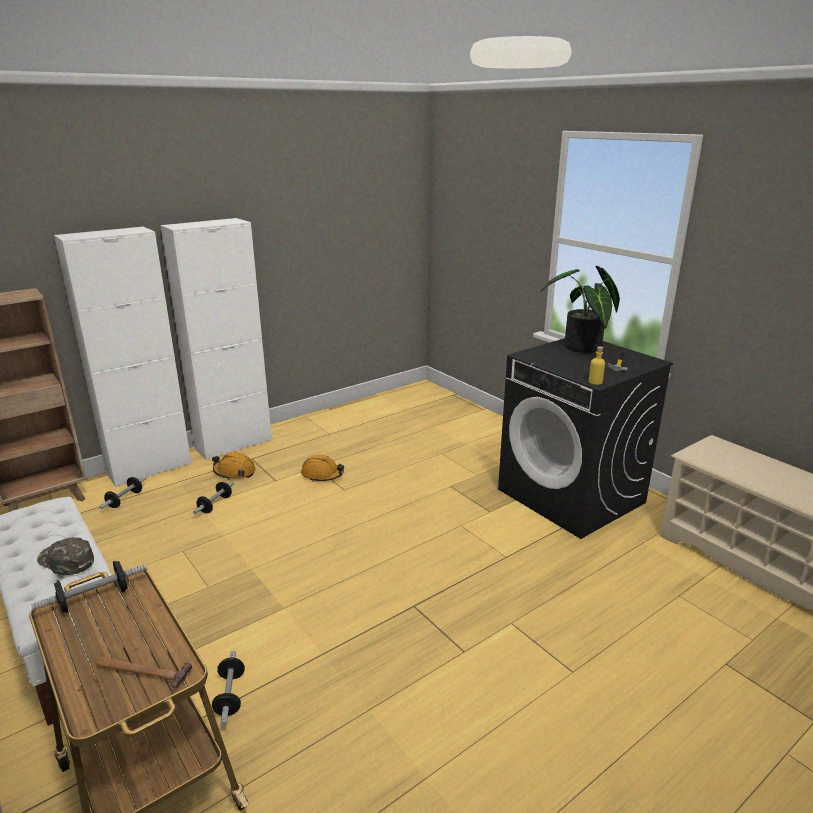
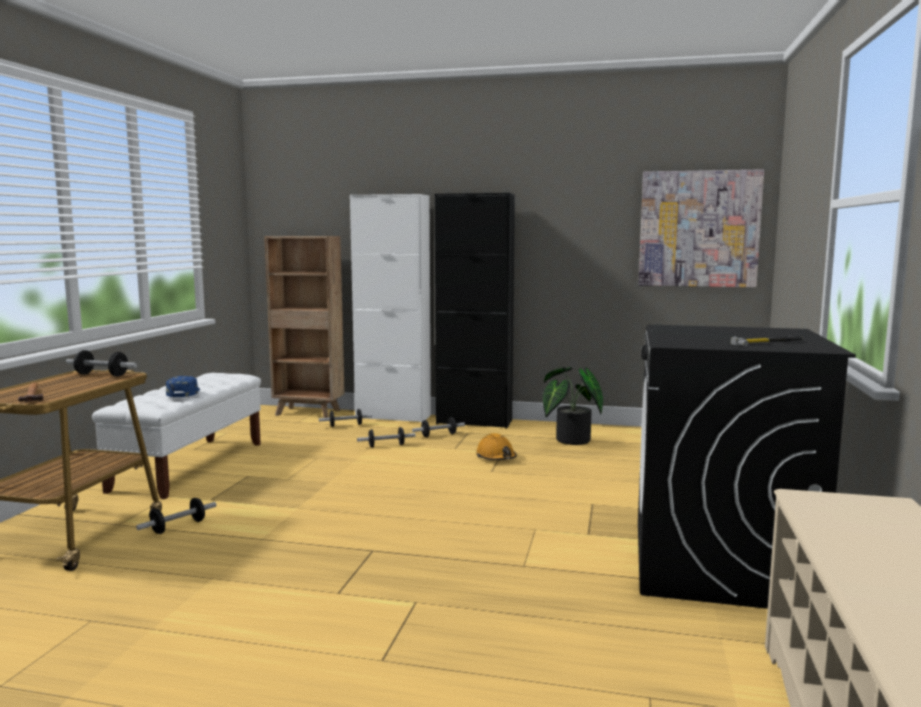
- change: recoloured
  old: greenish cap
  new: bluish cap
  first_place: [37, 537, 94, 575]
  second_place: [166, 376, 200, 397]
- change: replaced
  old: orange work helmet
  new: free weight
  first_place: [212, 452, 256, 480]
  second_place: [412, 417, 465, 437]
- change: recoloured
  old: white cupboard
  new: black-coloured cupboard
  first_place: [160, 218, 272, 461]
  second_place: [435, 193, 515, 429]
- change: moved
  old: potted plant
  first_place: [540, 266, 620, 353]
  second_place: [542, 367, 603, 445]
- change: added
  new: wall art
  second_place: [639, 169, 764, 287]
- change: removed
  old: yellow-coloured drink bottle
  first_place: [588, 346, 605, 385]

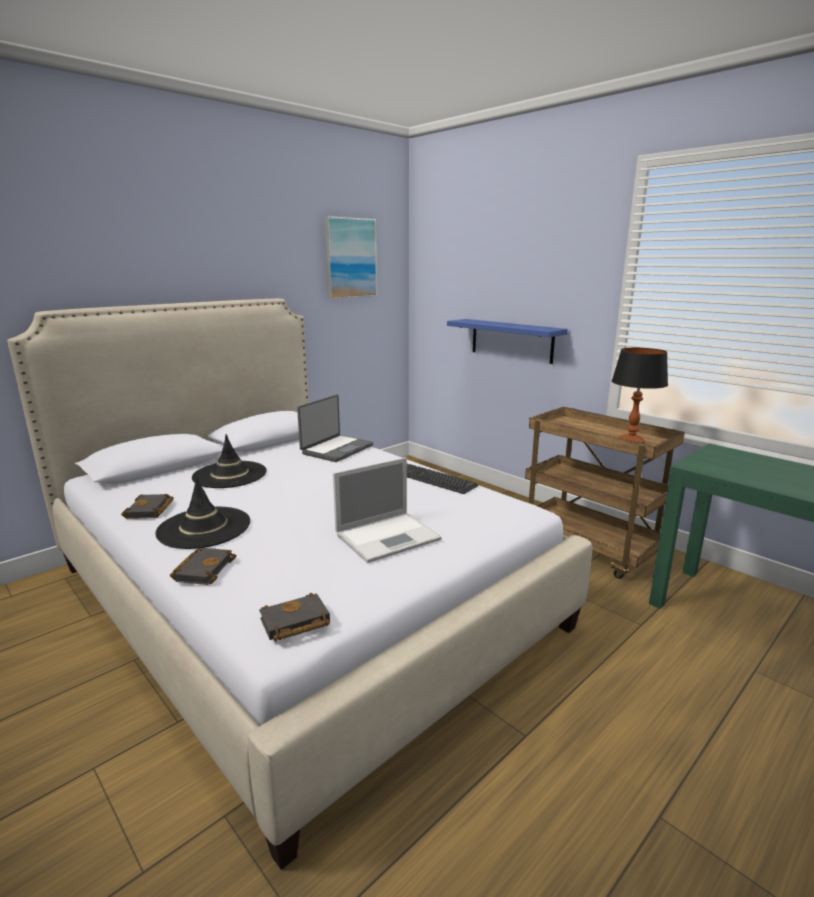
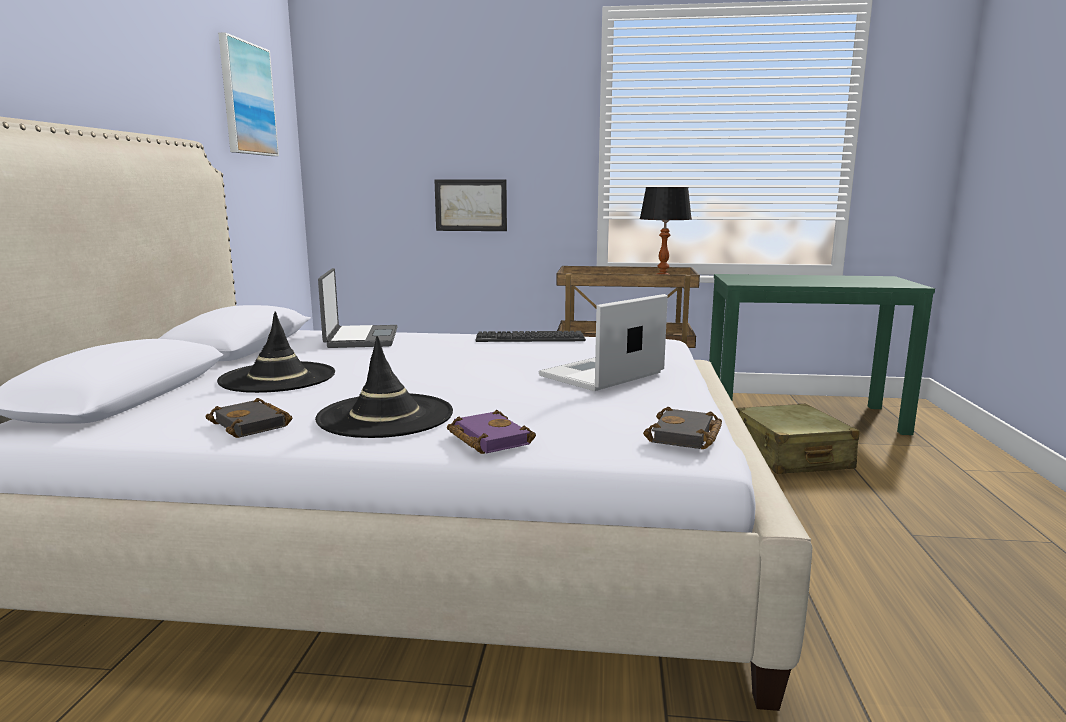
- change: replaced
  old: bluish bracket shelf
  new: wall art
  first_place: [447, 319, 568, 364]
  second_place: [435, 179, 507, 231]
- change: recoloured
  old: black-coloured book
  new: purplish book
  first_place: [170, 548, 237, 585]
  second_place: [447, 410, 536, 454]
- change: turned
  old: notebook computer
  first_place: [333, 457, 441, 563]
  second_place: [539, 294, 668, 391]
  degrees: -150
- change: added
  new: beige travel case
  second_place: [736, 404, 860, 474]

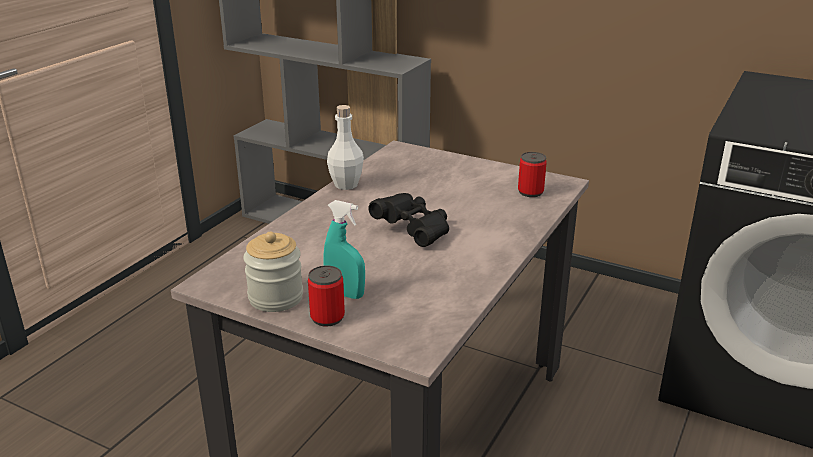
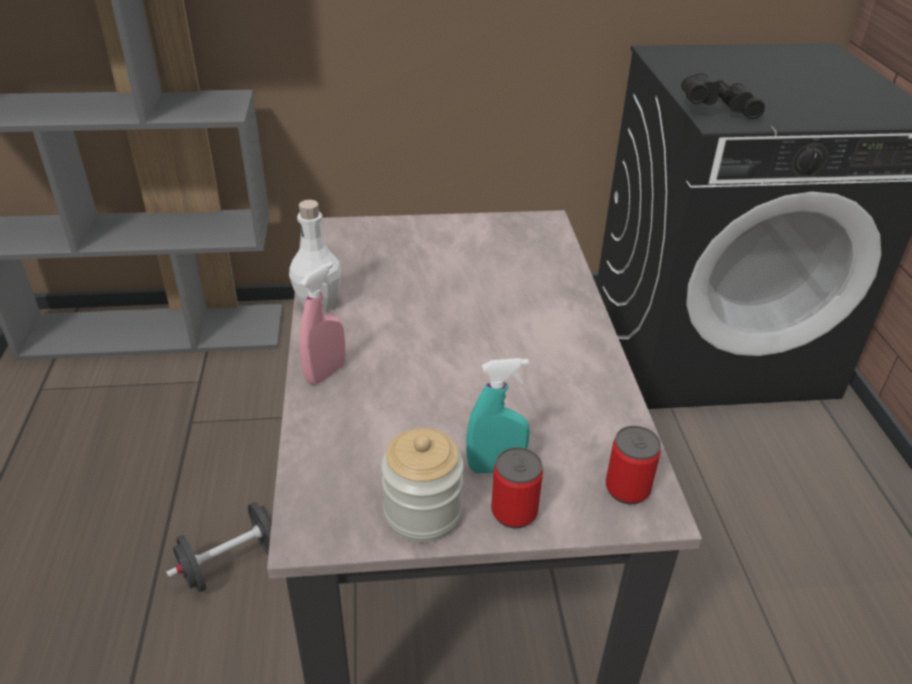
- change: added
  new: black-coloured free weight
  second_place: [166, 502, 272, 592]
- change: added
  new: pinkish spray bottle
  second_place: [299, 262, 345, 385]
- change: moved
  old: sealed can
  first_place: [518, 152, 547, 197]
  second_place: [606, 426, 661, 505]
- change: moved
  old: black-coloured field glasses
  first_place: [368, 193, 449, 247]
  second_place: [681, 73, 765, 119]

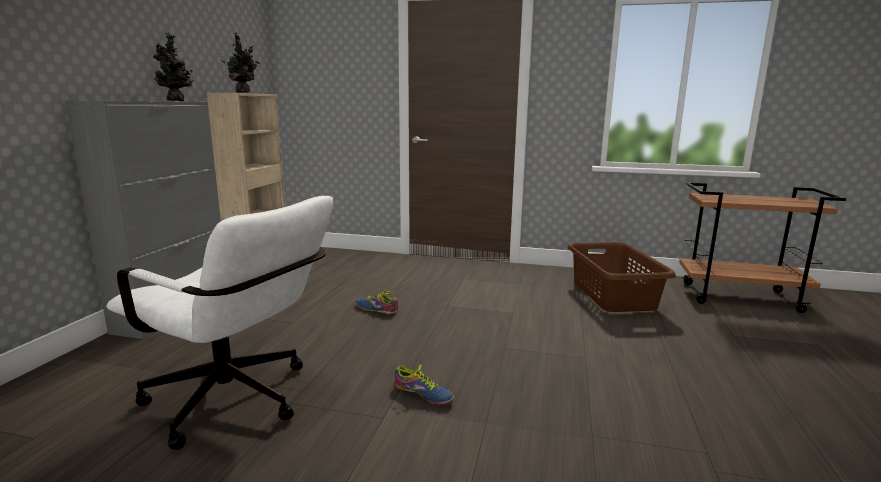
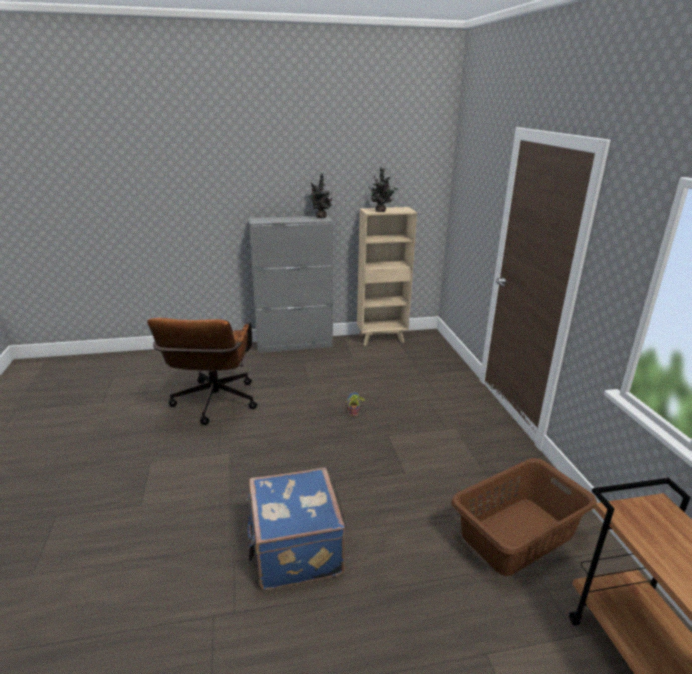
- change: recoloured
  old: white computer chair
  new: brownish computer chair
  first_place: [106, 196, 333, 450]
  second_place: [147, 318, 257, 425]
- change: added
  new: bluish travel case
  second_place: [246, 467, 345, 590]
- change: removed
  old: shoe
  first_place: [395, 364, 454, 405]

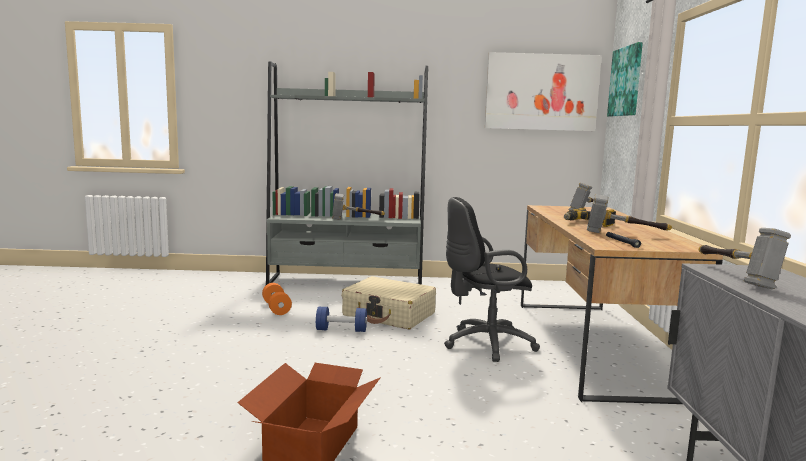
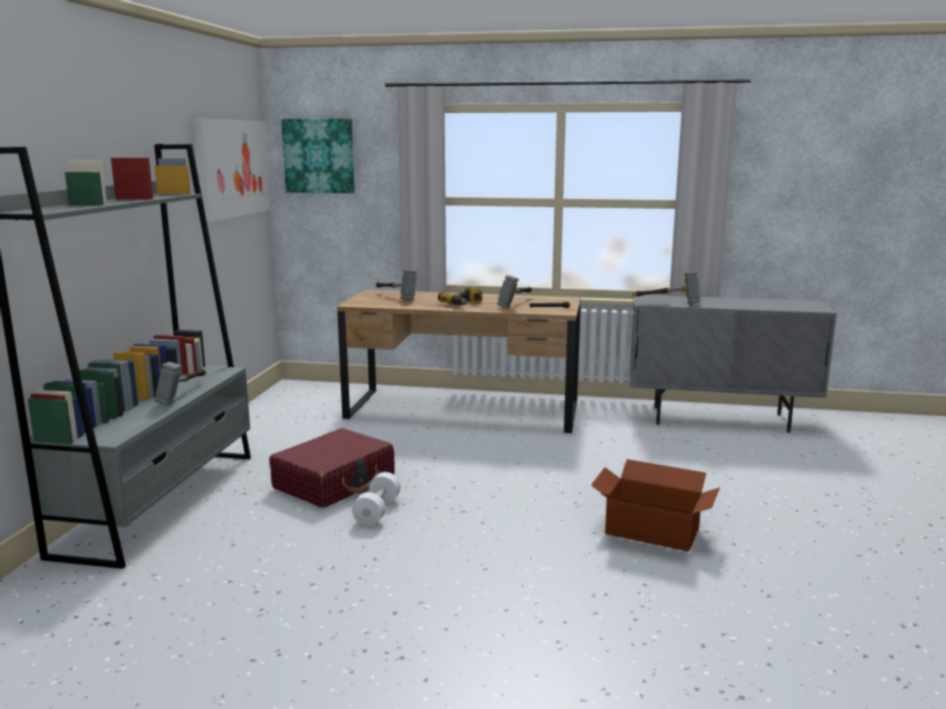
- change: recoloured
  old: beige travel case
  new: reddish travel case
  first_place: [342, 276, 436, 330]
  second_place: [269, 428, 395, 508]
- change: recoloured
  old: bluish free weight
  new: white free weight
  first_place: [316, 307, 367, 332]
  second_place: [352, 472, 401, 526]
- change: removed
  old: orange free weight
  first_place: [262, 283, 292, 315]
- change: removed
  old: black-coloured computer chair
  first_place: [444, 197, 540, 362]

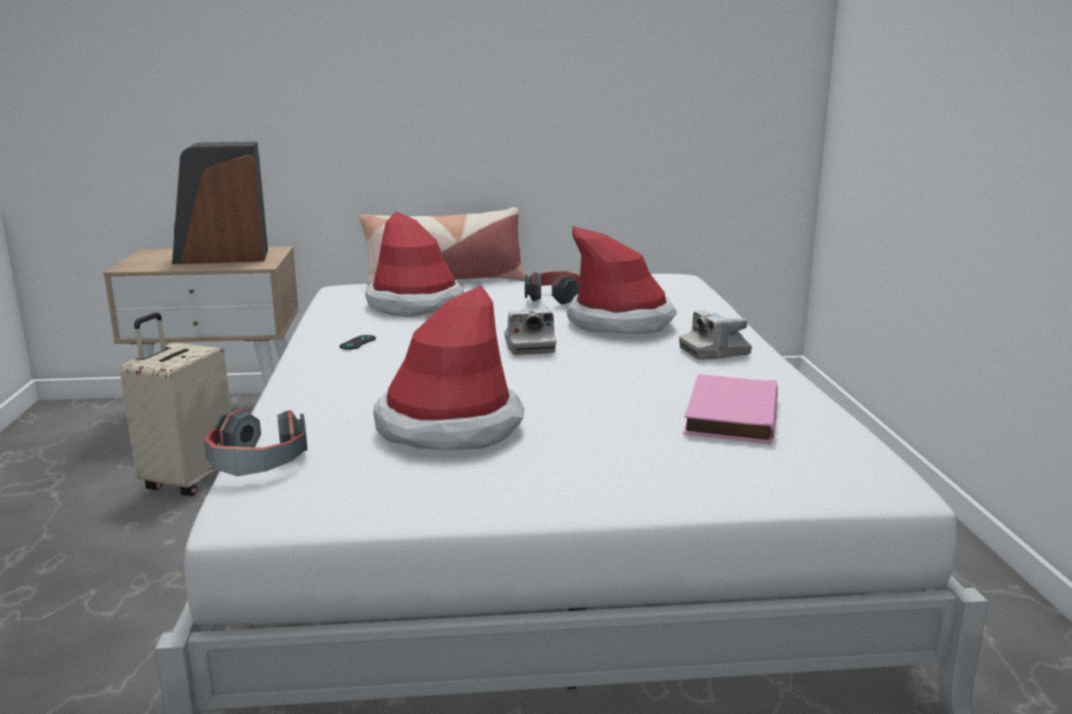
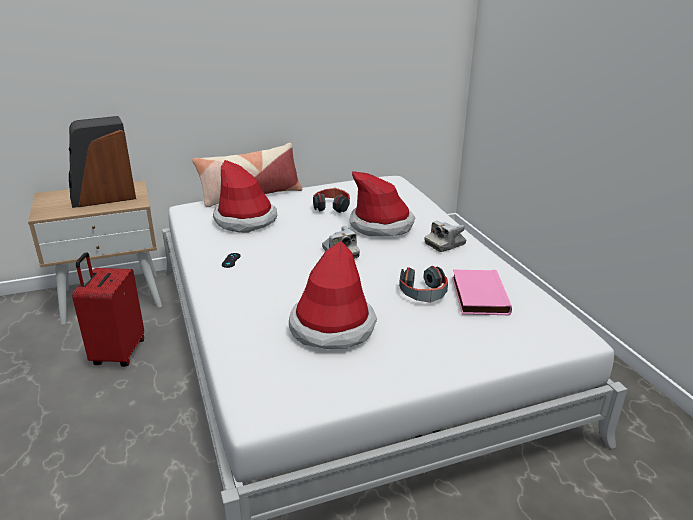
- change: recoloured
  old: beige travel case
  new: reddish travel case
  first_place: [120, 312, 231, 496]
  second_place: [72, 252, 144, 367]
- change: moved
  old: headset
  first_place: [204, 408, 307, 476]
  second_place: [399, 266, 448, 303]

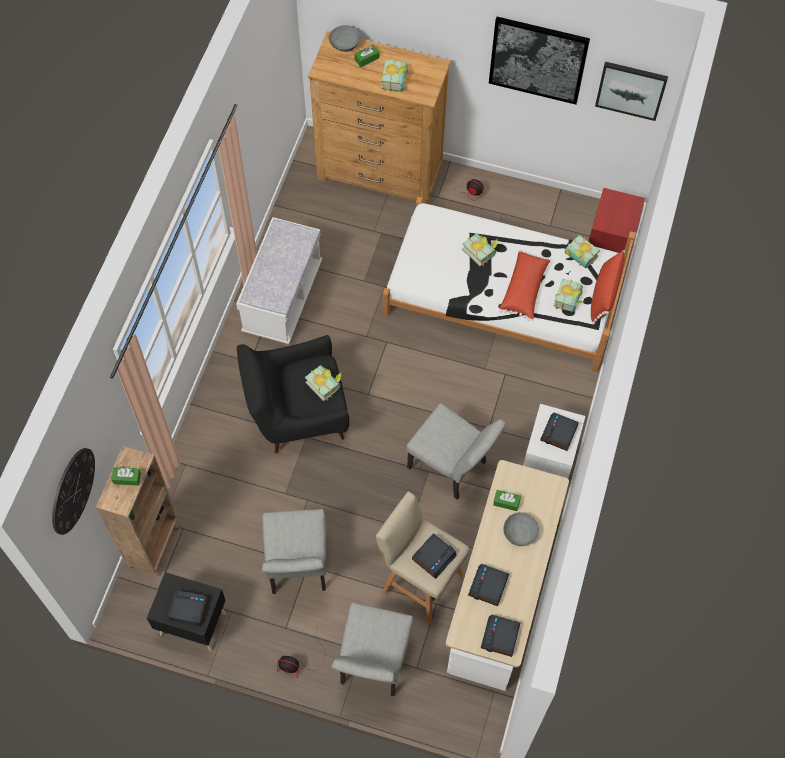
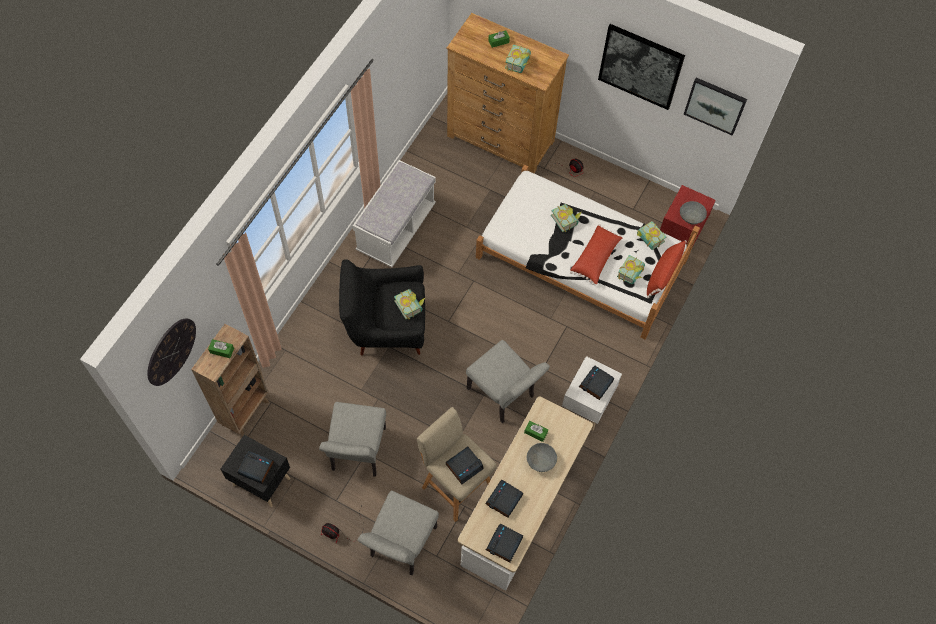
- change: moved
  old: gray deep dish
  first_place: [329, 25, 361, 52]
  second_place: [680, 201, 707, 225]

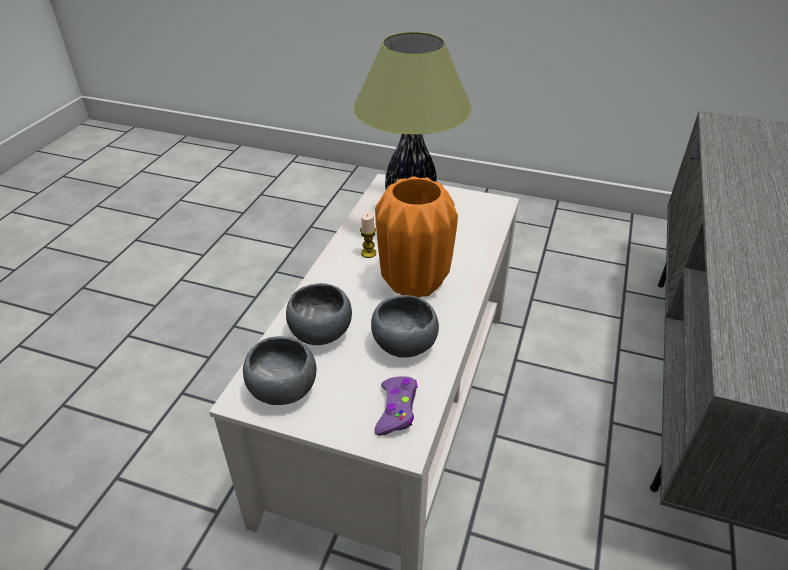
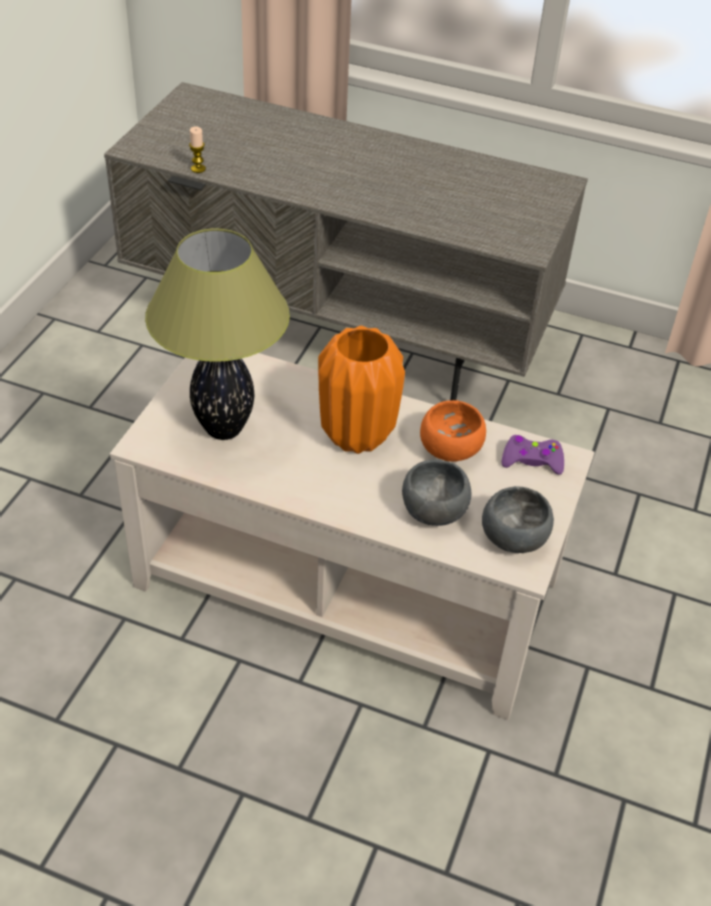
- change: moved
  old: wax candle
  first_place: [360, 212, 376, 258]
  second_place: [189, 126, 206, 173]
- change: recoloured
  old: gray deep dish
  new: orange deep dish
  first_place: [371, 295, 439, 358]
  second_place: [420, 400, 486, 462]

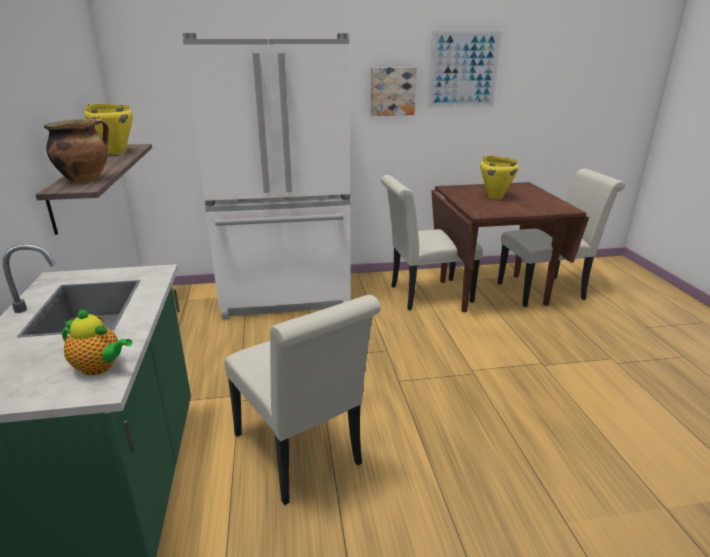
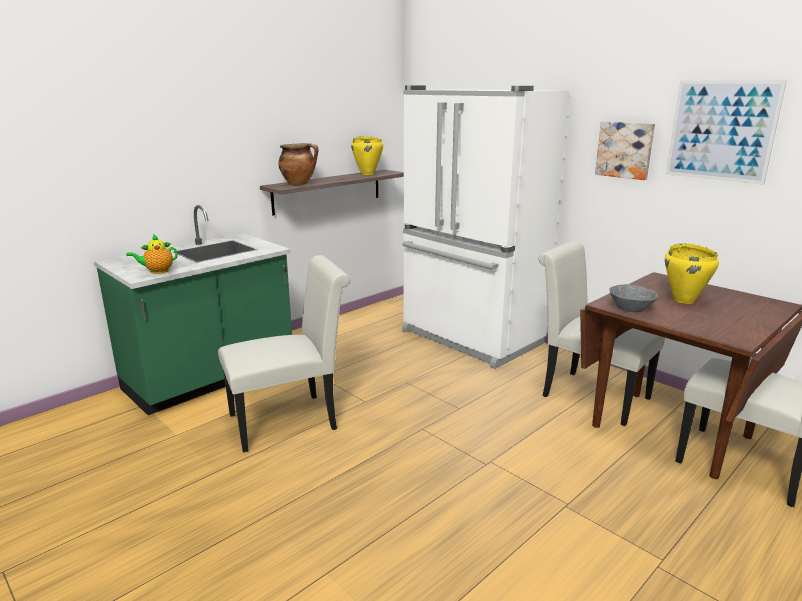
- change: turned
  old: tea pot
  first_place: [62, 308, 133, 375]
  second_place: [126, 234, 178, 274]
  degrees: 75
- change: turned
  old: white upright chair
  first_place: [225, 295, 381, 505]
  second_place: [218, 255, 350, 452]
  degrees: -135
- change: added
  new: gray deep dish
  second_place: [609, 284, 658, 312]

